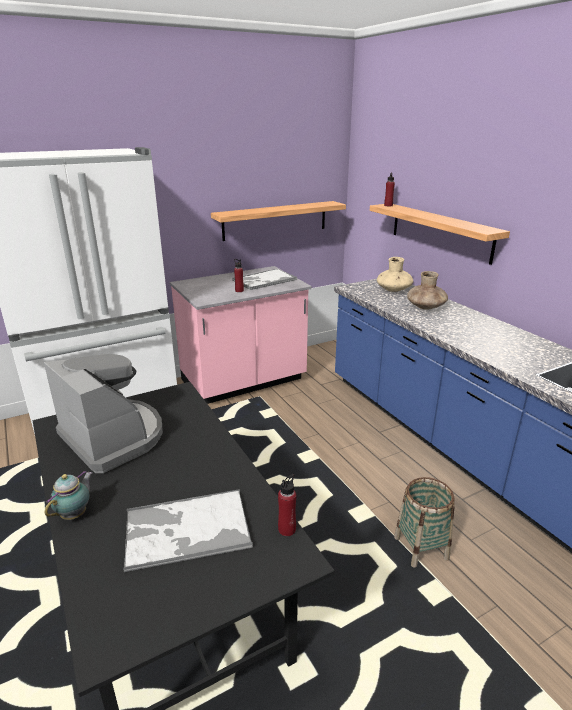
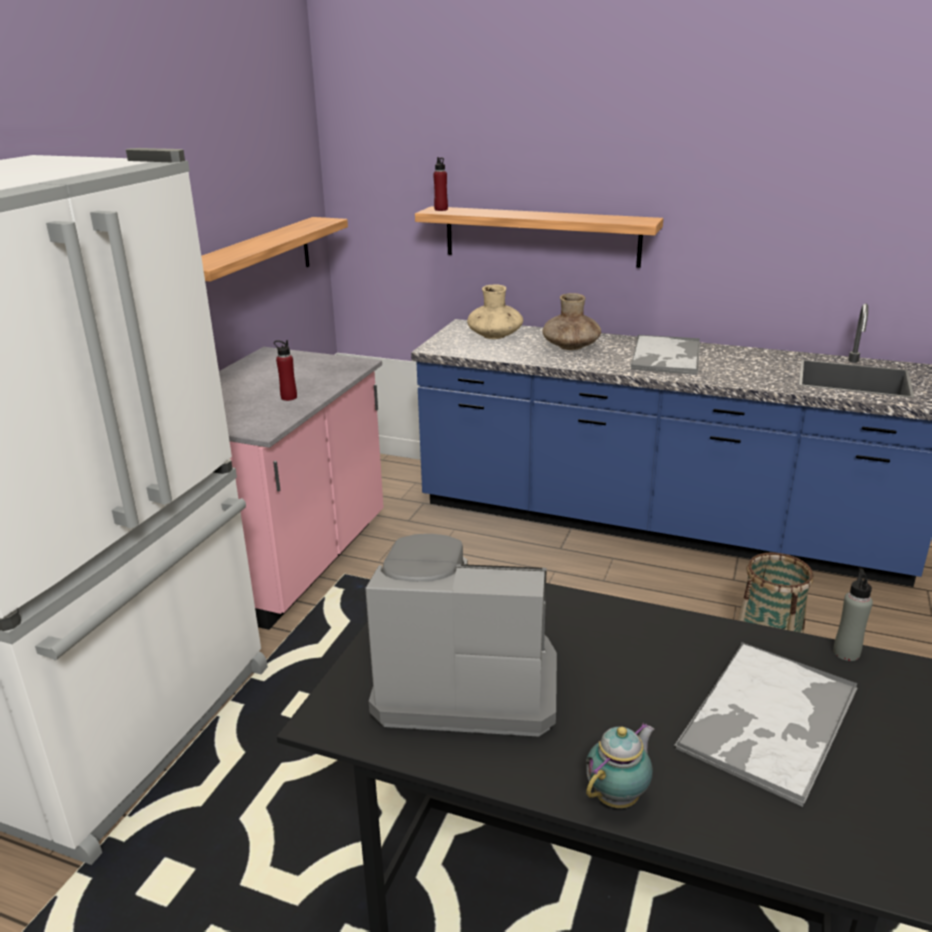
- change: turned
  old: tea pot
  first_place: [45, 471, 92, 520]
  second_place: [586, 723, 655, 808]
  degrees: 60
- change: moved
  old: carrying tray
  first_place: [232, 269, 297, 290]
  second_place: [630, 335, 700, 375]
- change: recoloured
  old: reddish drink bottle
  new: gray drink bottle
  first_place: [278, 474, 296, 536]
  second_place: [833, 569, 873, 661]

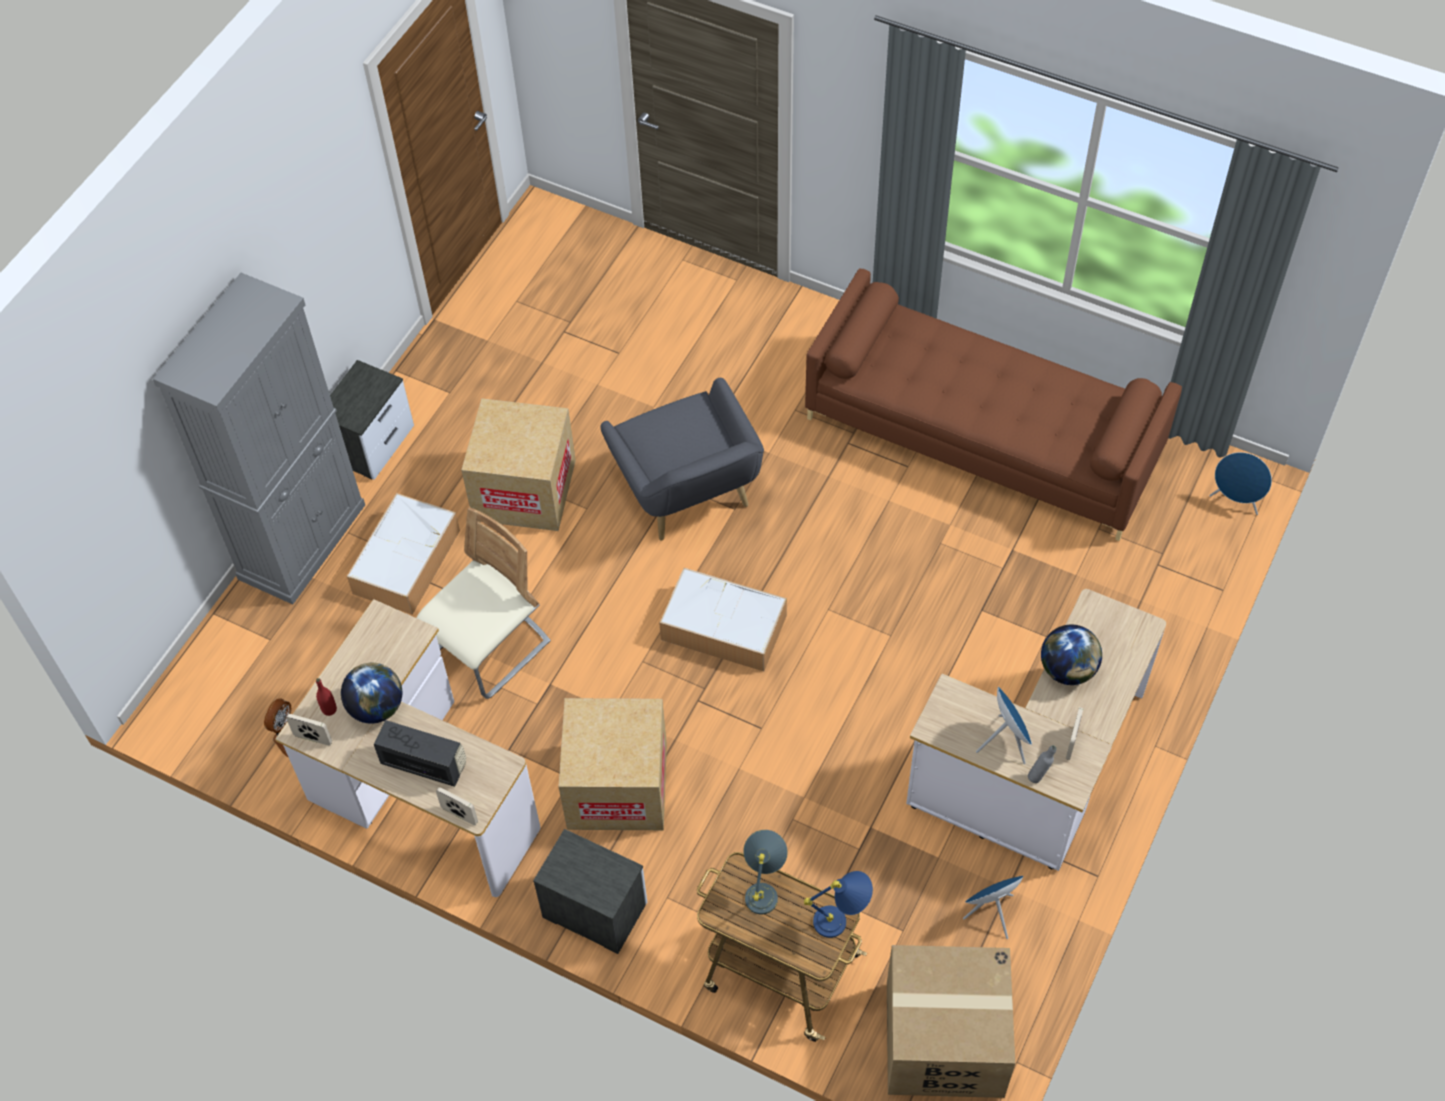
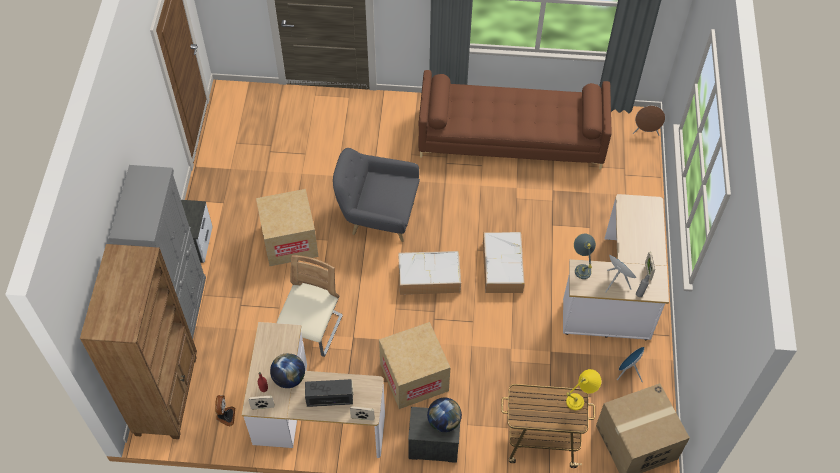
- change: added
  new: brownish shelving unit
  second_place: [80, 244, 197, 439]
- change: turned
  old: gray armchair
  first_place: [601, 378, 764, 541]
  second_place: [333, 148, 420, 242]
  degrees: 150
- change: moved
  old: globe
  first_place: [1041, 625, 1102, 685]
  second_place: [427, 398, 462, 432]
- change: moved
  old: storage container
  first_place: [347, 493, 460, 615]
  second_place: [483, 232, 525, 293]
- change: recoloured
  old: bluish tabletop lamp
  new: yellow-coloured tabletop lamp
  first_place: [804, 871, 873, 938]
  second_place: [566, 369, 601, 410]
- change: moved
  old: gray tabletop lamp
  first_place: [743, 830, 788, 915]
  second_place: [574, 234, 596, 279]
- change: recoloured
  old: bluish speaker
  new: brownish speaker
  first_place: [1209, 452, 1272, 515]
  second_place: [633, 106, 665, 136]

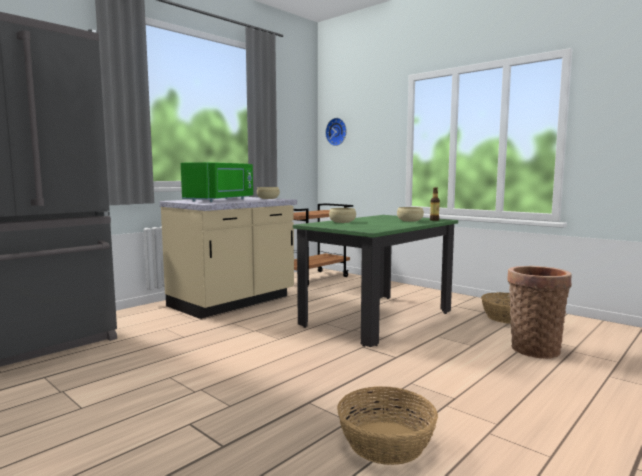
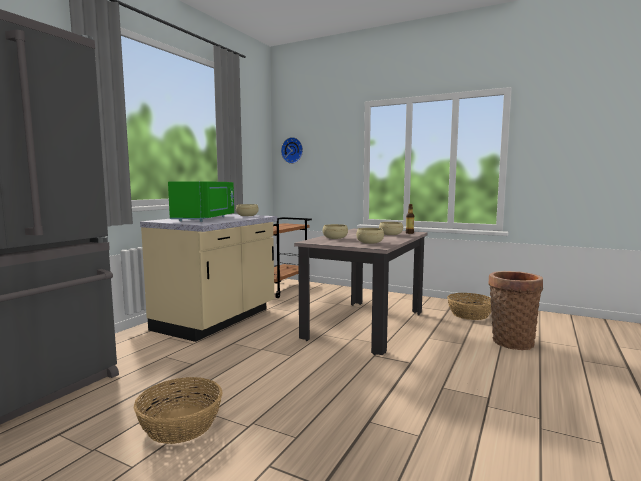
- change: moved
  old: storage basket
  first_place: [337, 387, 438, 465]
  second_place: [133, 377, 223, 444]
- change: recoloured
  old: greenish kitchen table
  new: beige kitchen table
  first_place: [293, 215, 458, 347]
  second_place: [294, 228, 428, 355]
- change: added
  new: beige deep dish
  second_place: [356, 228, 384, 244]

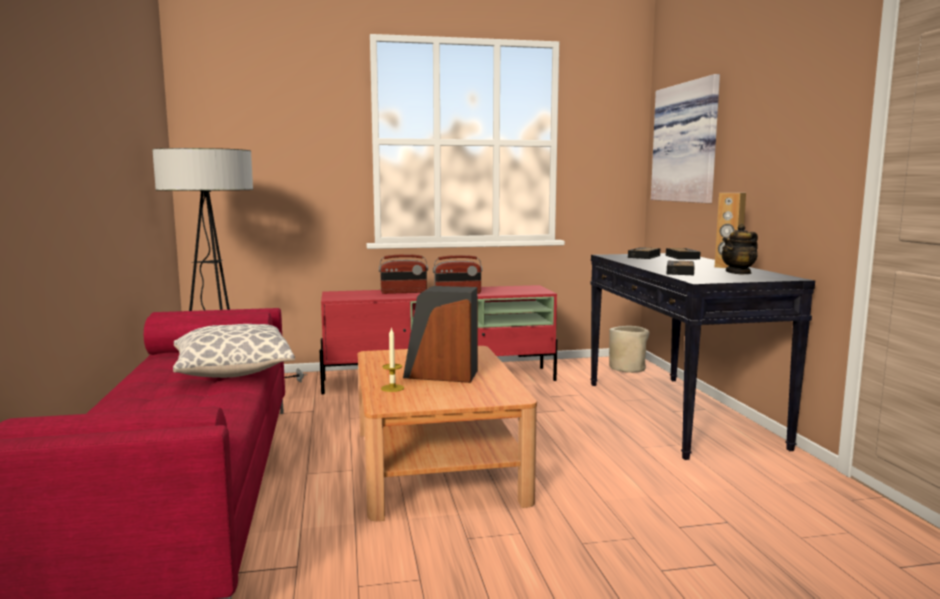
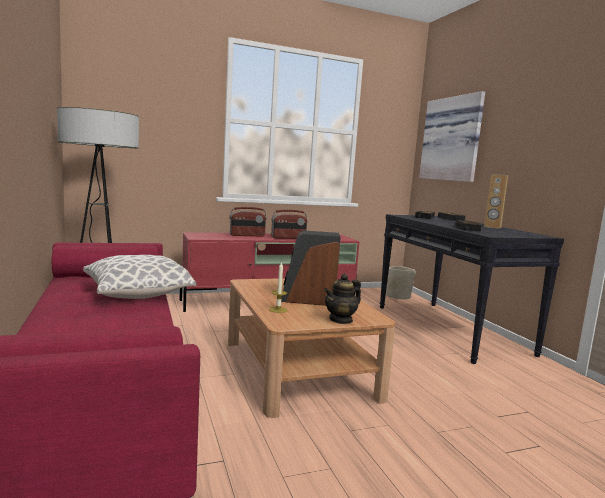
- change: moved
  old: tea pot
  first_place: [722, 224, 758, 274]
  second_place: [324, 273, 361, 324]

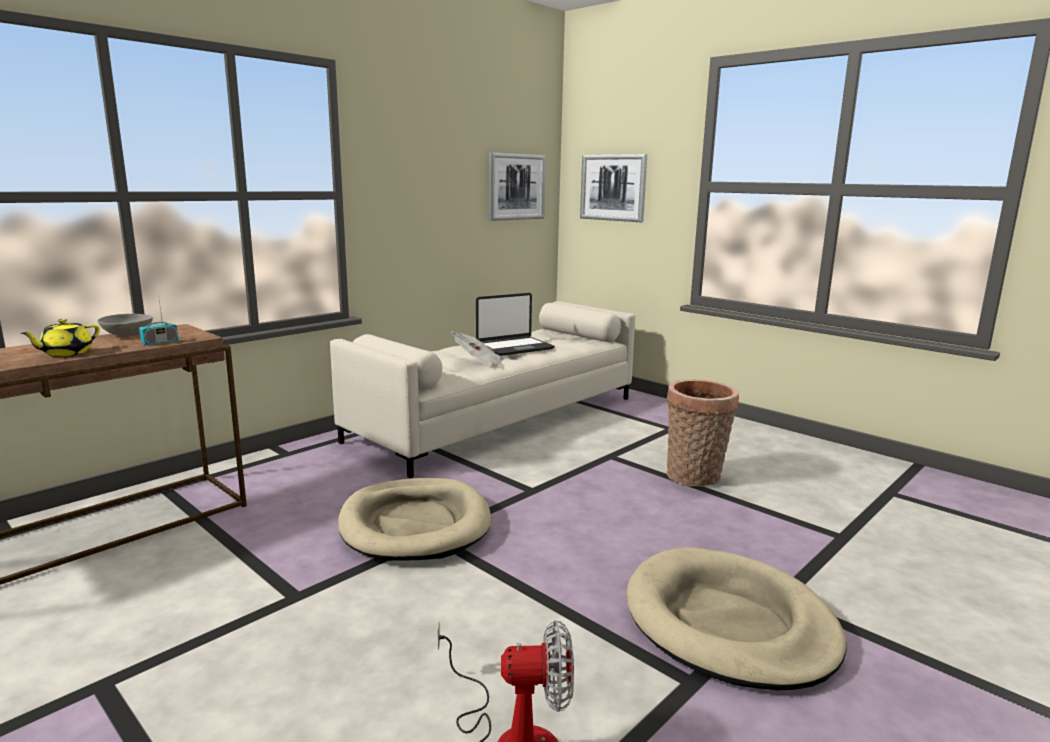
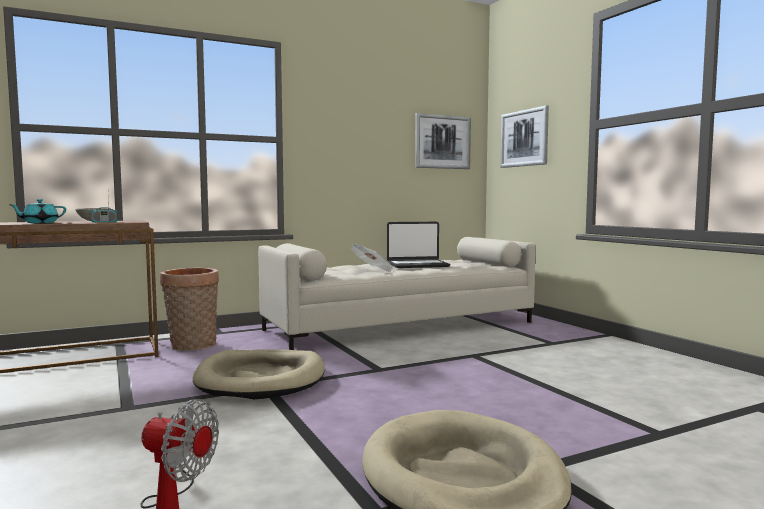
- change: recoloured
  old: yellow-coloured tea pot
  new: turquoise-coloured tea pot
  first_place: [21, 319, 100, 356]
  second_place: [9, 199, 66, 223]
- change: moved
  old: storage basket
  first_place: [667, 379, 739, 487]
  second_place: [160, 268, 219, 350]

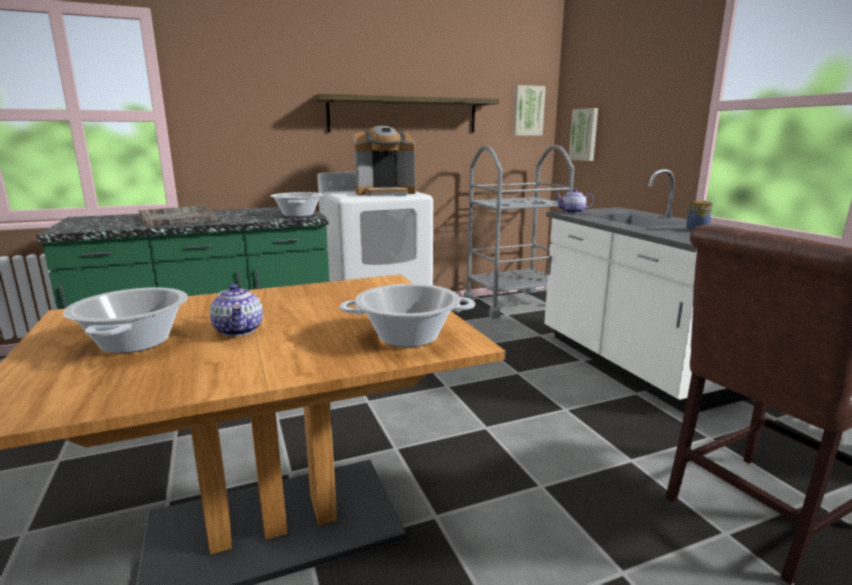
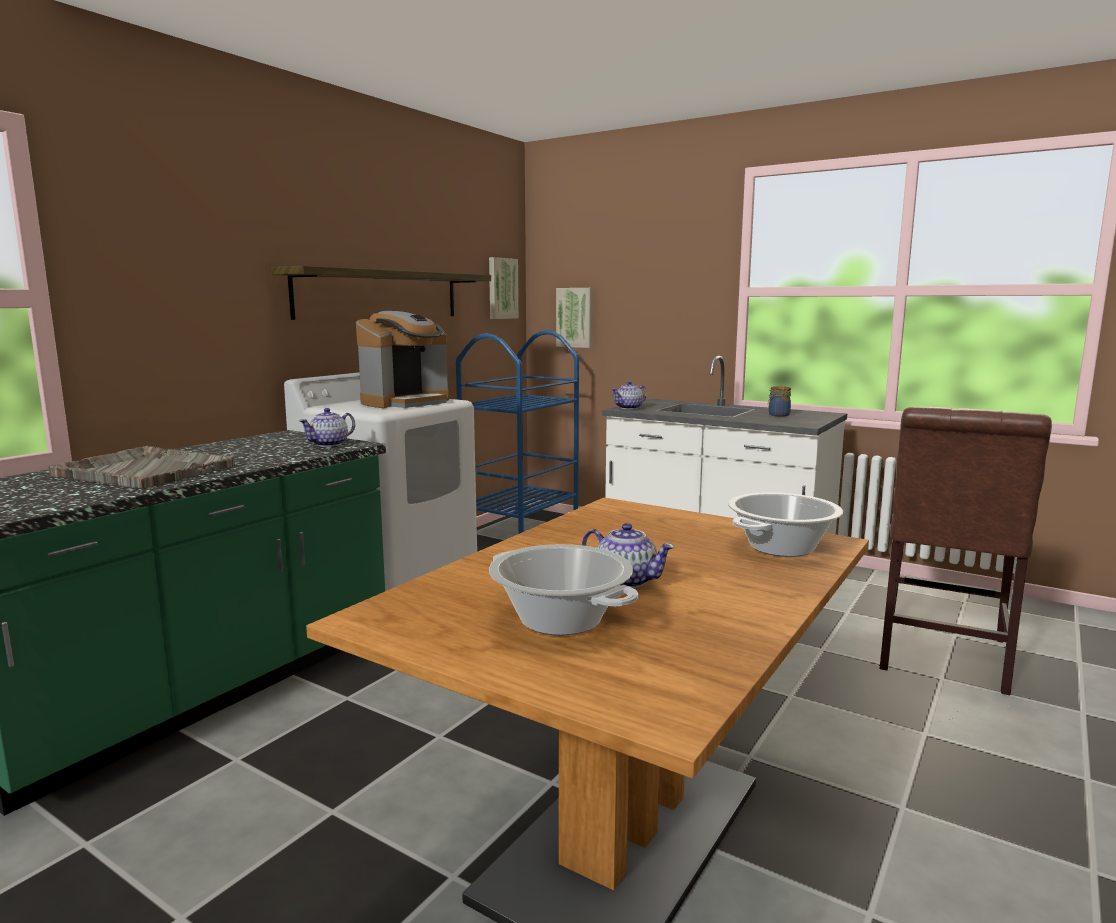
- change: replaced
  old: cooking pot
  new: tea pot
  first_place: [271, 192, 323, 217]
  second_place: [299, 408, 355, 447]
- change: recoloured
  old: gray wheeled cart
  new: bluish wheeled cart
  first_place: [464, 145, 574, 318]
  second_place: [456, 330, 579, 534]

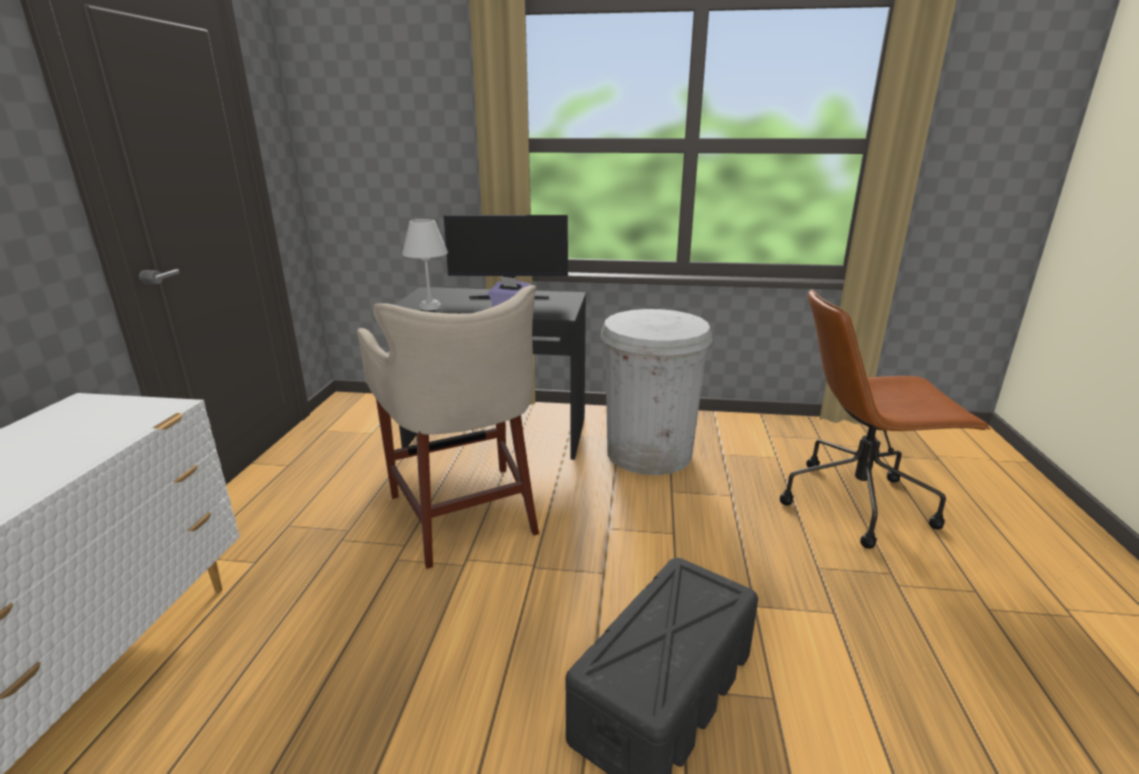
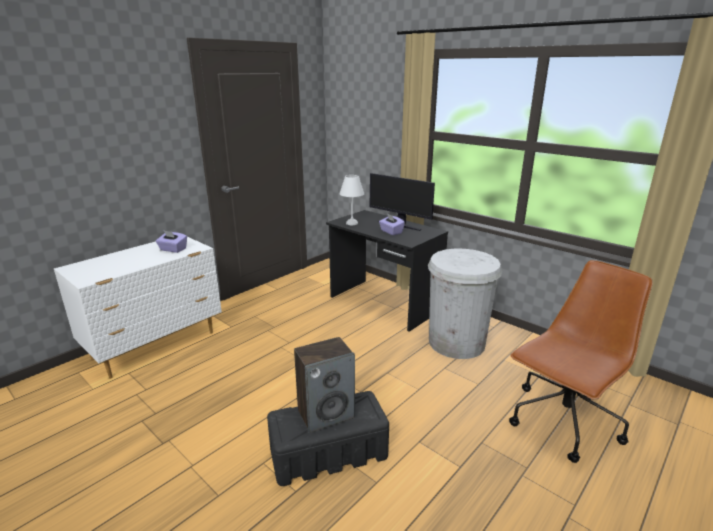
- change: added
  new: purplish tissue box
  second_place: [156, 230, 187, 253]
- change: added
  new: speaker
  second_place: [294, 337, 355, 433]
- change: turned
  old: brownish computer chair
  first_place: [780, 289, 991, 549]
  second_place: [509, 260, 653, 463]
  degrees: 105
- change: removed
  old: beige stool
  first_place: [357, 285, 539, 569]

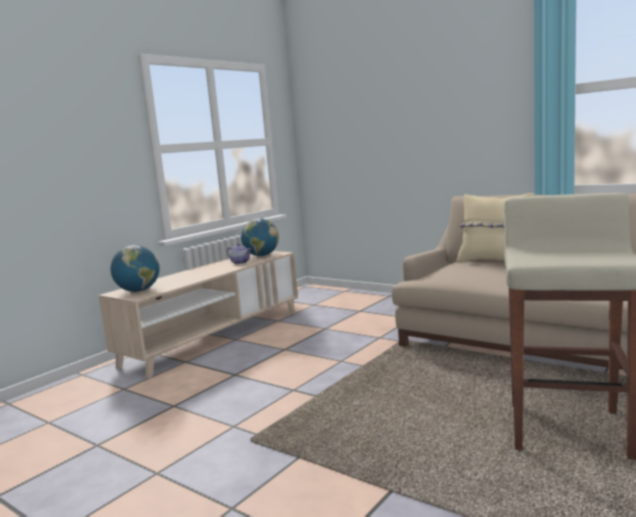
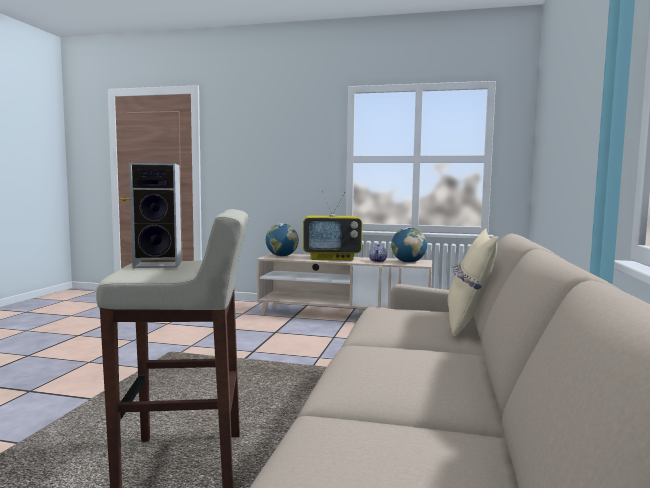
- change: added
  new: speaker
  second_place: [129, 162, 182, 268]
- change: added
  new: TV set
  second_place: [303, 191, 362, 260]

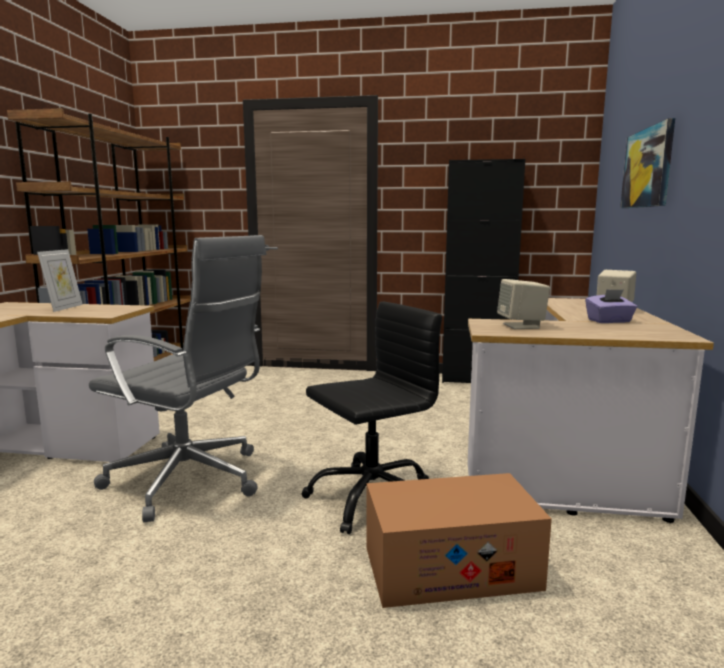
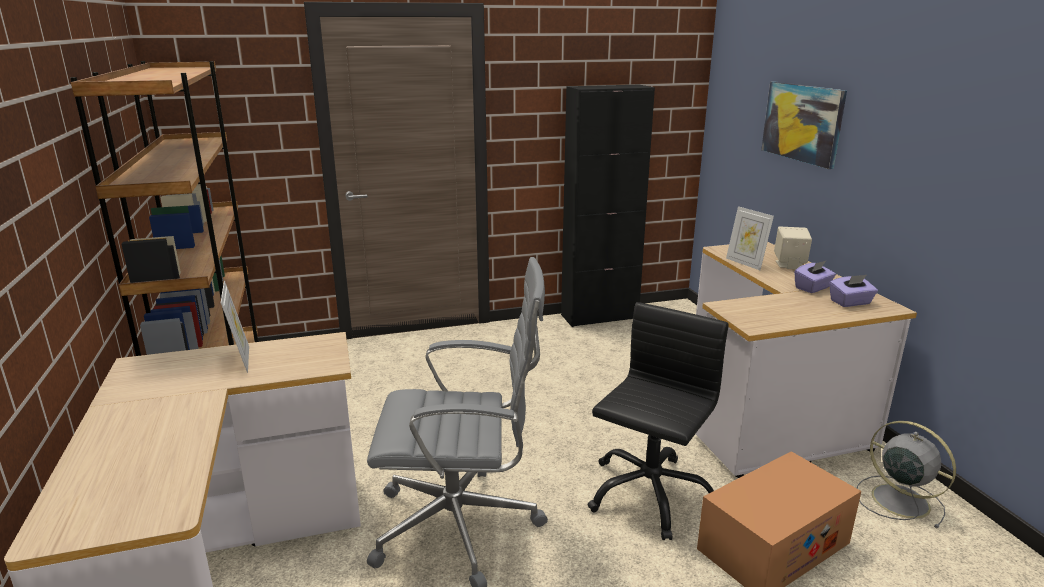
- change: added
  new: standing frame
  second_place: [726, 206, 774, 270]
- change: added
  new: purplish tissue box
  second_place: [830, 275, 878, 307]
- change: added
  new: gray cooling fan
  second_place: [857, 421, 956, 529]
- change: removed
  old: beige speaker
  first_place: [497, 279, 550, 329]

